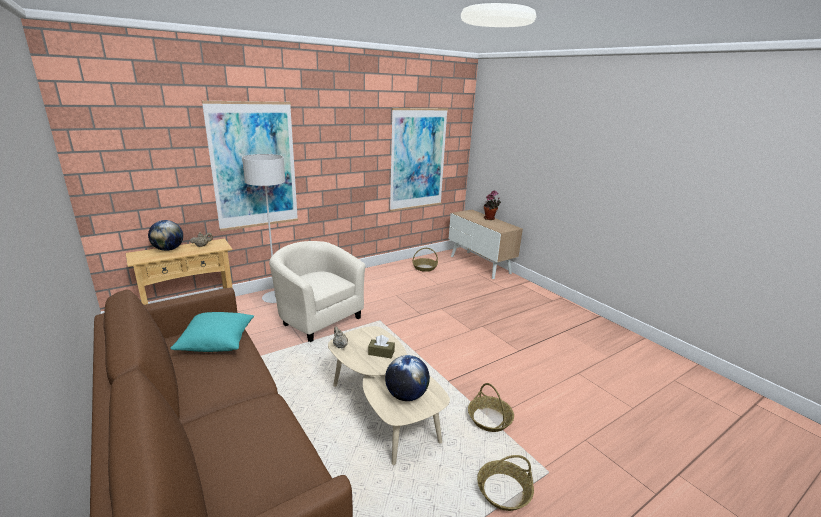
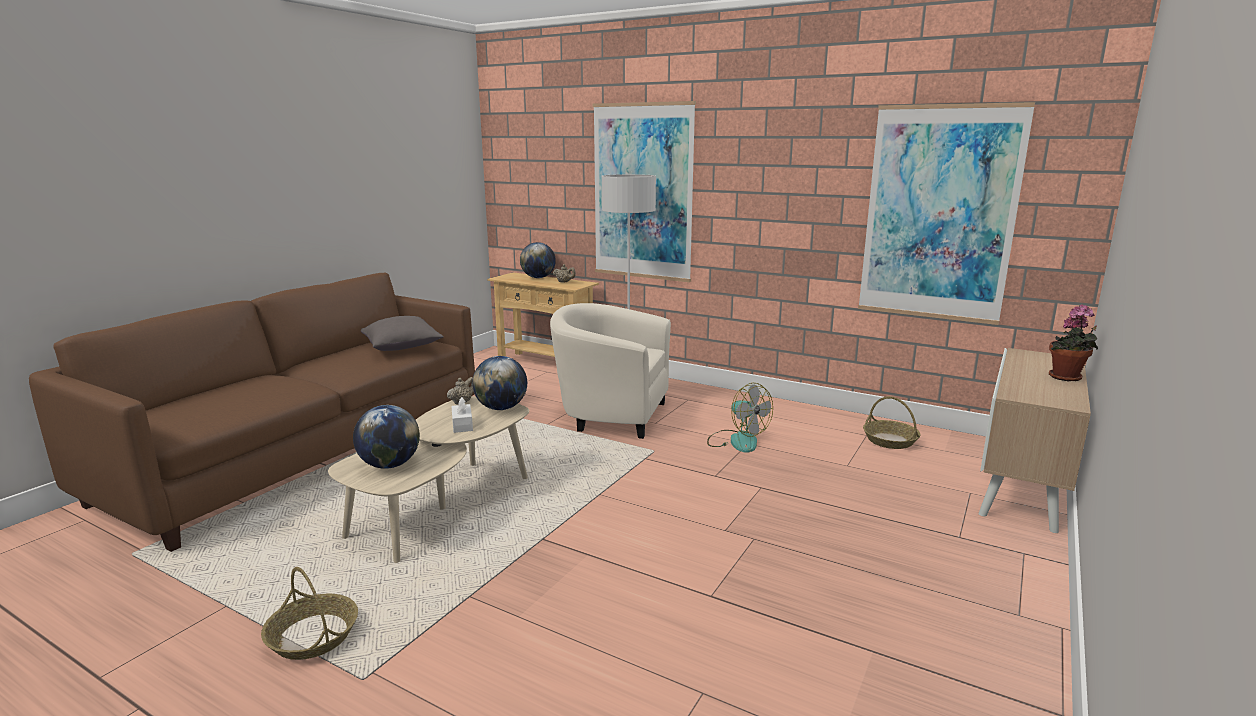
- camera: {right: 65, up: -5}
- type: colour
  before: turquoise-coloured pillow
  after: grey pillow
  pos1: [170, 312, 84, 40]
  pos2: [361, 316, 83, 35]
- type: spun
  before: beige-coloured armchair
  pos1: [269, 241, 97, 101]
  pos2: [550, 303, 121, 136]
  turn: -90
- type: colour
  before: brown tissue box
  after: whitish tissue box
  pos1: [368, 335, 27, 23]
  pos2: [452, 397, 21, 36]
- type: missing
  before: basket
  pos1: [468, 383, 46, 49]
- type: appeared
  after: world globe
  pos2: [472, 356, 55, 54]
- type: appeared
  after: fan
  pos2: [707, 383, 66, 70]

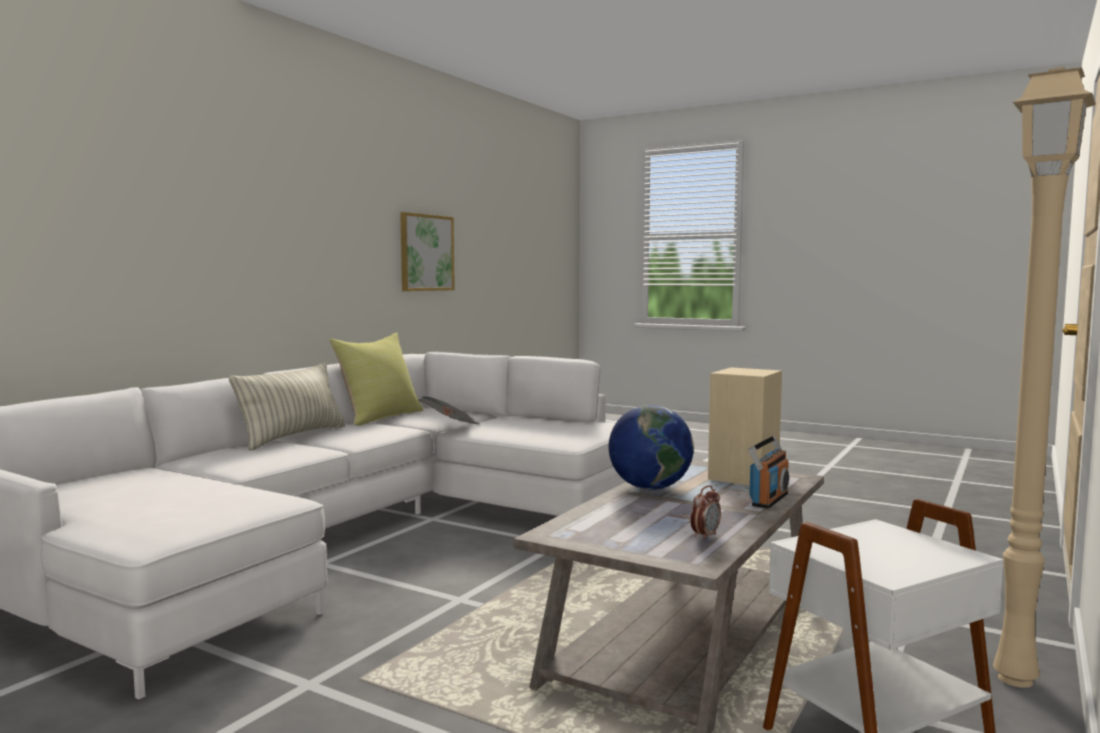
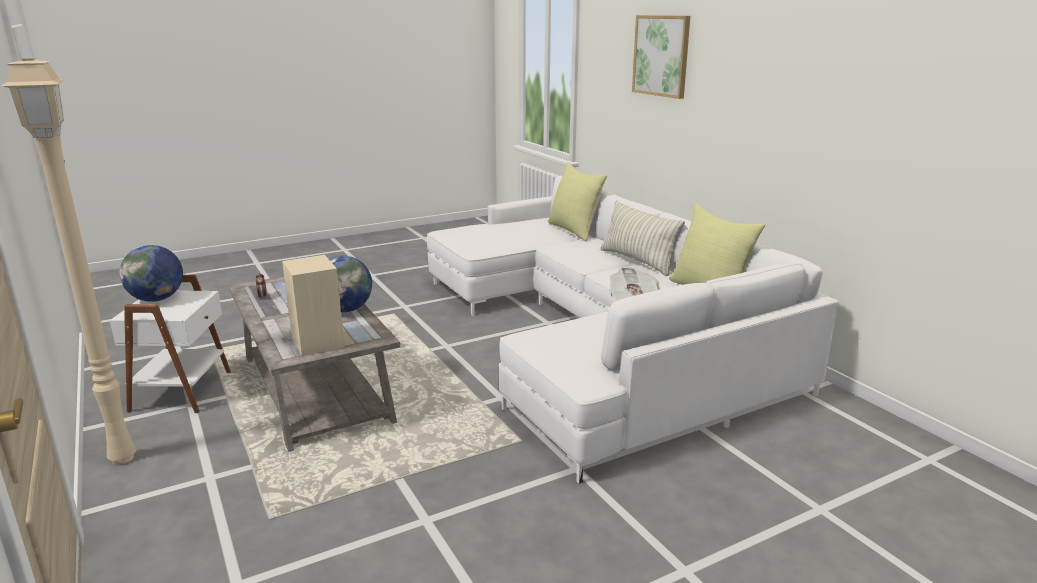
- camera: {right: 120, up: 15}
- type: relocated
  before: wall art
  pos1: [400, 212, 55, 79]
  pos2: [632, 15, 58, 84]
- type: missing
  before: radio
  pos1: [748, 436, 41, 73]
- type: appeared
  after: world globe
  pos2: [119, 245, 64, 57]
- type: appeared
  after: yellow pillow
  pos2: [548, 162, 59, 80]

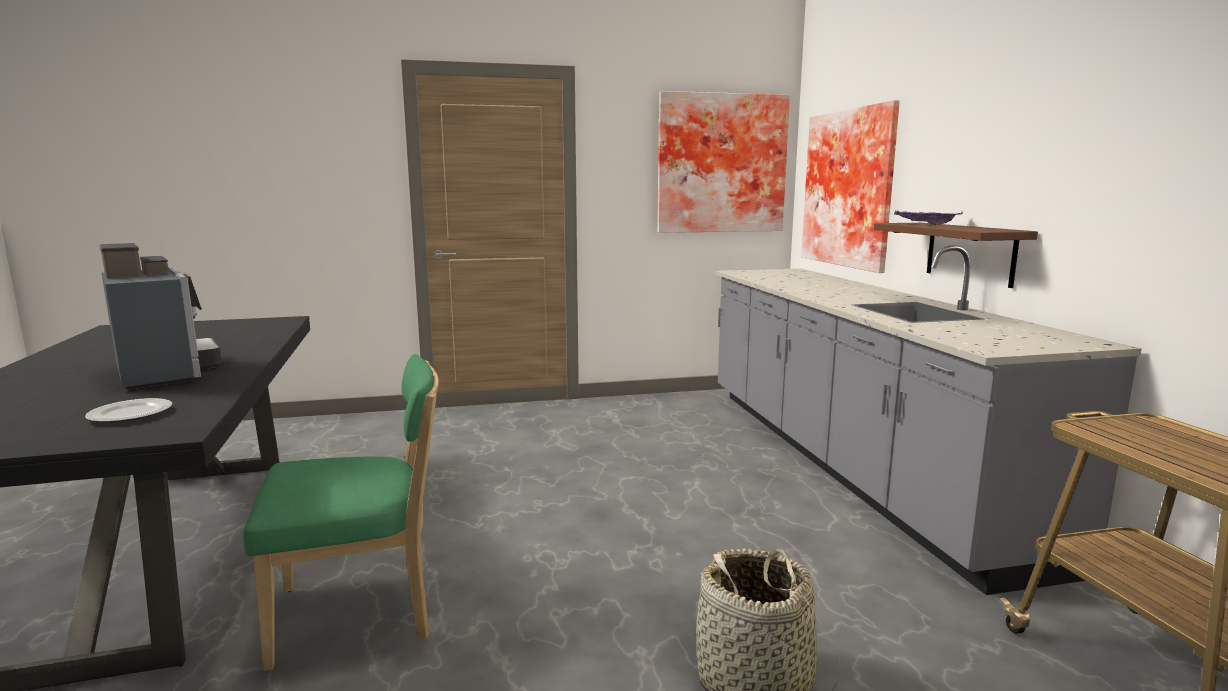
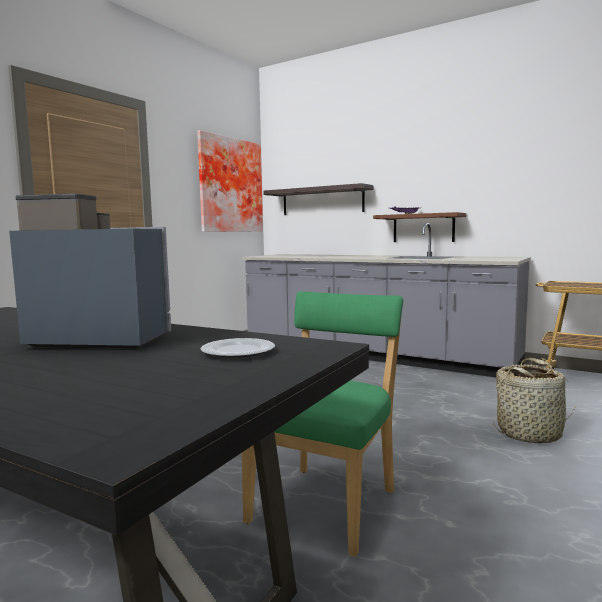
- camera: {right: -45, up: -5}
- type: exchanged
  before: wall art
  after: shelf
  pos1: [801, 100, 99, 173]
  pos2: [263, 183, 110, 32]

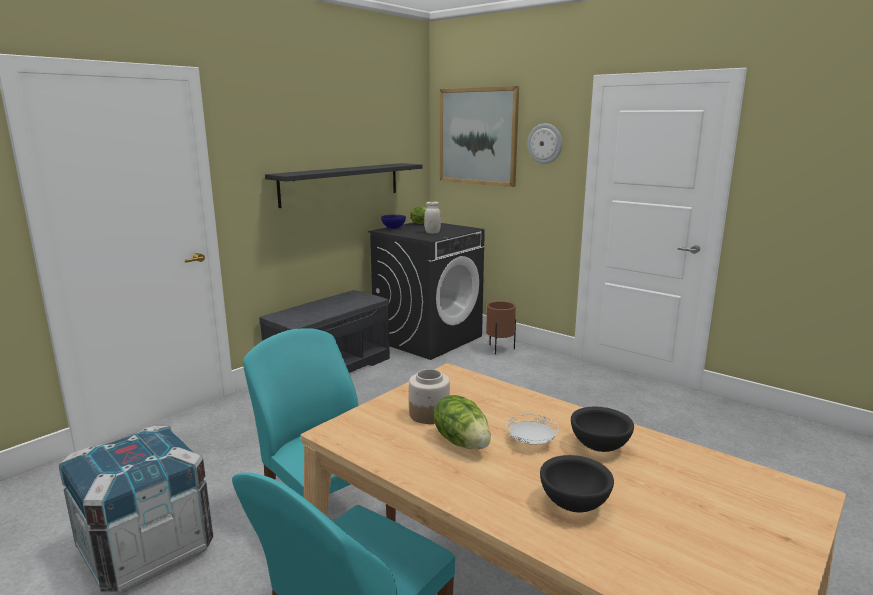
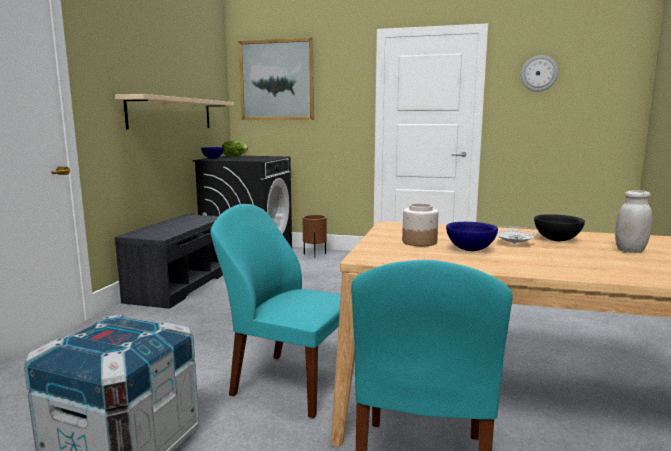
- camera: {right: -25, up: -5}
- type: colour
  before: black shelf
  after: beige-coloured shelf
  pos1: [265, 163, 157, 45]
  pos2: [115, 94, 119, 36]
- type: relocated
  before: whitish preserve jar
  pos1: [424, 201, 17, 32]
  pos2: [615, 190, 37, 63]
- type: exchanged
  before: lettuce
  after: blue-coloured serving bowl
  pos1: [434, 395, 57, 54]
  pos2: [446, 222, 52, 29]
- type: relocated
  before: clock on the wall
  pos1: [527, 123, 35, 41]
  pos2: [521, 55, 37, 37]
- type: missing
  before: black serving bowl
  pos1: [540, 455, 74, 57]

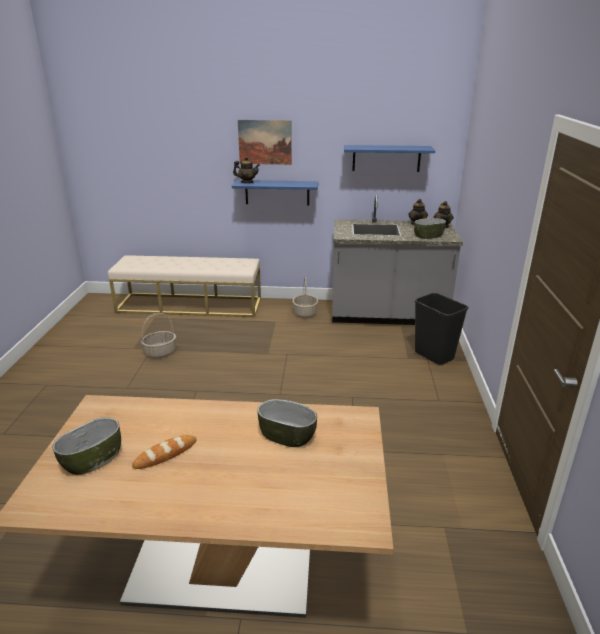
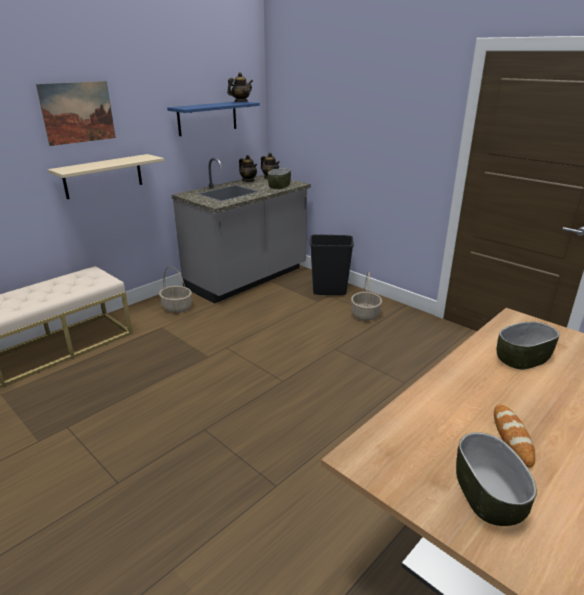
- camera: {right: -50, up: 0}
- type: relocated
  before: basket
  pos1: [141, 313, 35, 46]
  pos2: [351, 272, 31, 49]
- type: colour
  before: blue-coloured shelf
  after: beige-coloured shelf
  pos1: [232, 180, 87, 25]
  pos2: [48, 154, 116, 45]
- type: relocated
  before: pot for tea
  pos1: [233, 156, 27, 27]
  pos2: [227, 72, 26, 30]

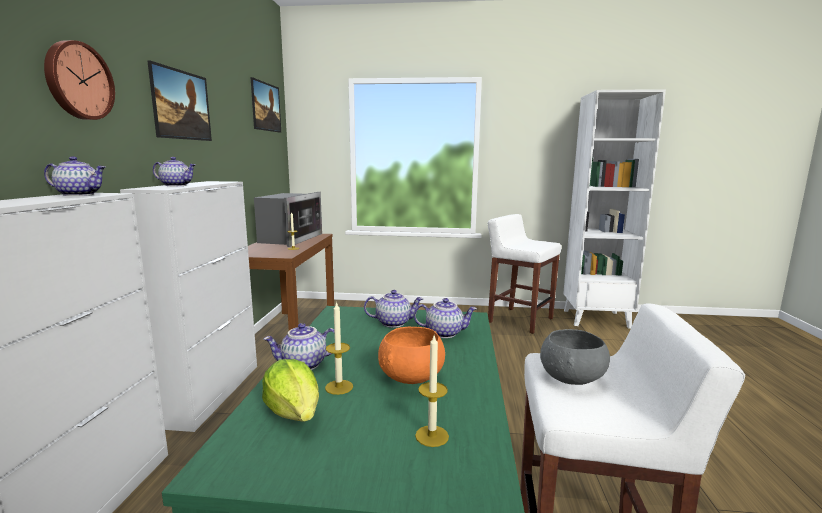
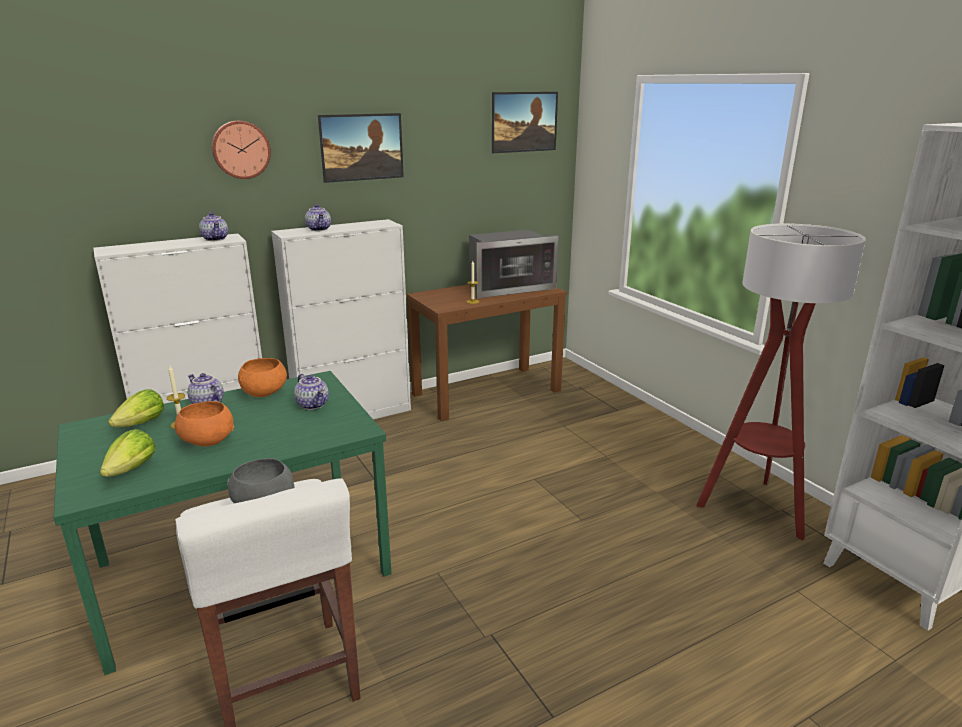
- camera: {right: 55, up: 10}
- type: missing
  before: pot for tea
  pos1: [414, 298, 63, 40]
- type: exchanged
  before: wax light
  after: lettuce
  pos1: [415, 336, 34, 111]
  pos2: [100, 429, 55, 48]
- type: exchanged
  before: whitish sitting stool
  after: floor lamp
  pos1: [488, 214, 73, 120]
  pos2: [696, 223, 170, 317]
- type: appeared
  after: orangey serving bowl
  pos2: [238, 358, 49, 39]

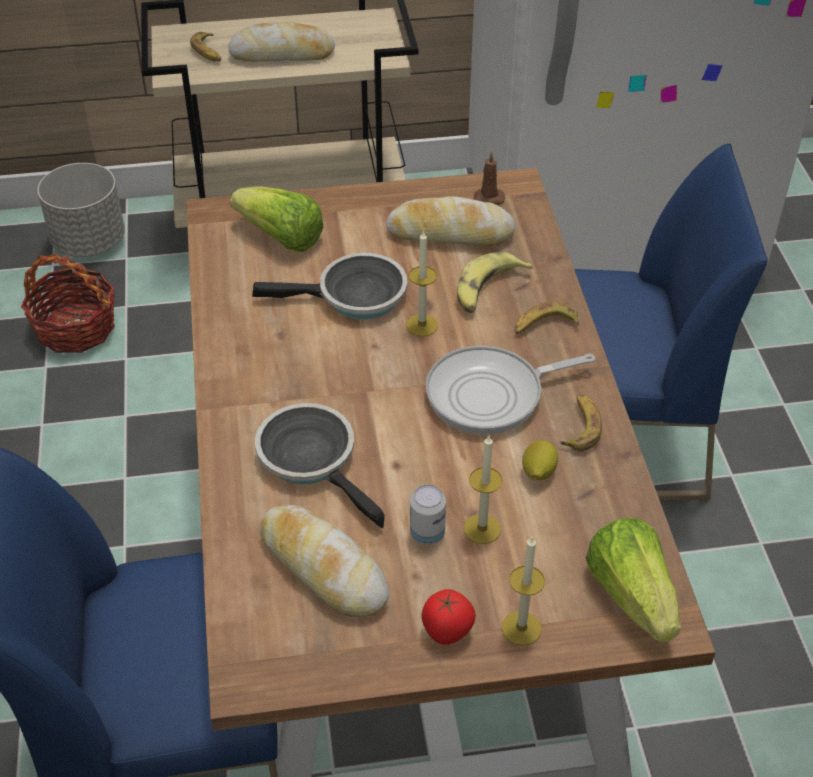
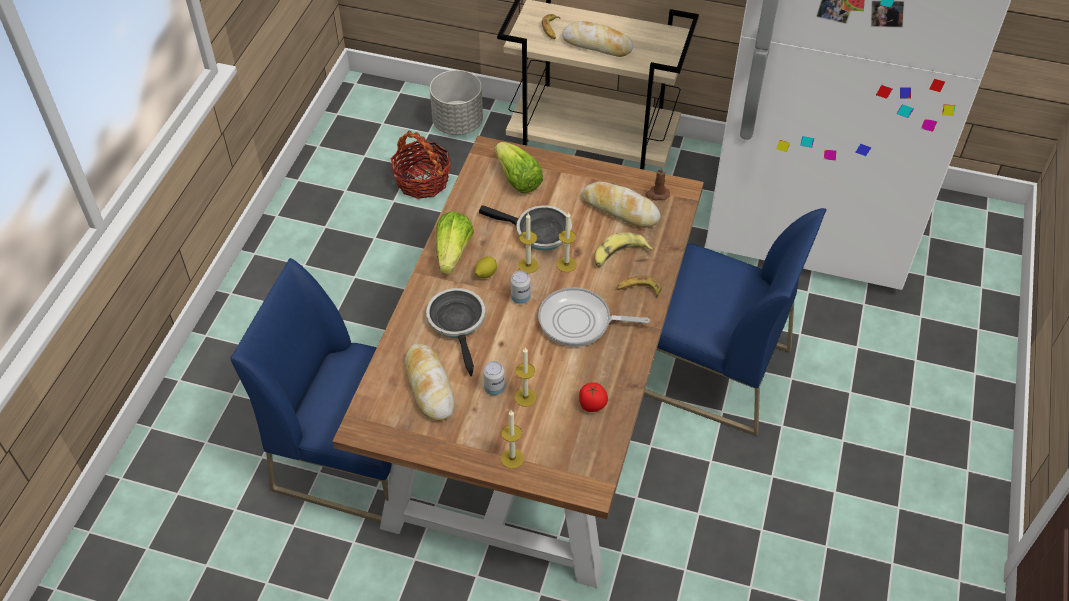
- camera: {right: 25, up: 5}
- type: relocated
  before: whole tomato
  pos1: [422, 589, 54, 56]
  pos2: [579, 382, 29, 30]
- type: relocated
  before: lemon
  pos1: [522, 440, 36, 40]
  pos2: [475, 256, 22, 22]
- type: missing
  before: banana
  pos1: [560, 395, 42, 56]
- type: relocated
  before: lettuce
  pos1: [586, 518, 95, 125]
  pos2: [436, 211, 38, 63]
- type: appeared
  after: can
  pos2: [511, 271, 19, 33]
- type: appeared
  after: wax light
  pos2: [518, 213, 21, 60]

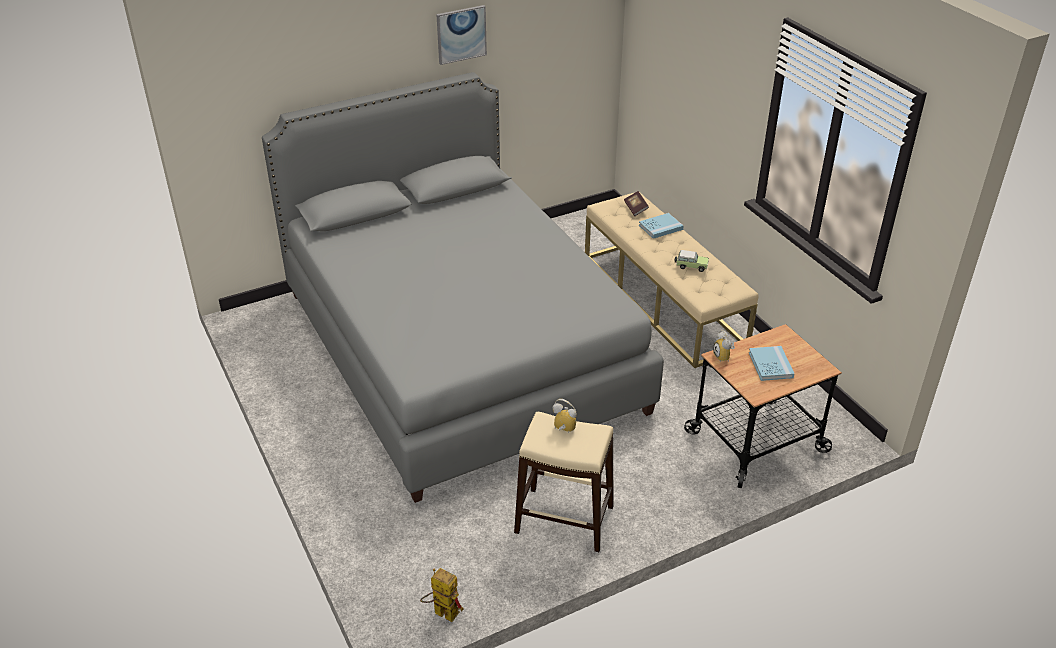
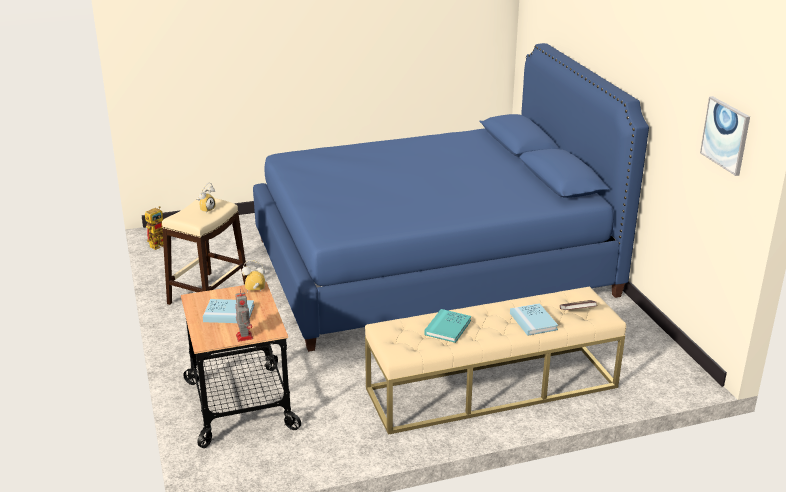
- camera: {right: 100, up: -10}
- type: colour
  before: grey bed
  after: blue-coloured bed
  pos1: [262, 72, 402, 431]
  pos2: [253, 43, 396, 309]
- type: relocated
  before: wall art
  pos1: [436, 5, 51, 60]
  pos2: [700, 96, 50, 80]
- type: exchanged
  before: toy car
  after: turquoise-coloured bound book
  pos1: [675, 250, 34, 22]
  pos2: [424, 309, 47, 34]
- type: appeared
  after: model robot
  pos2: [235, 289, 18, 53]

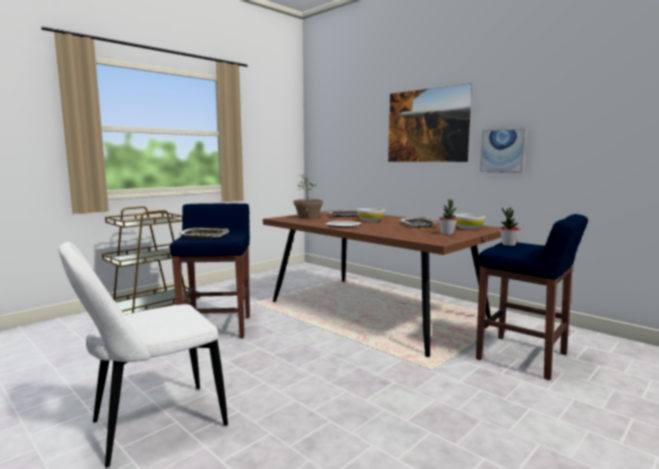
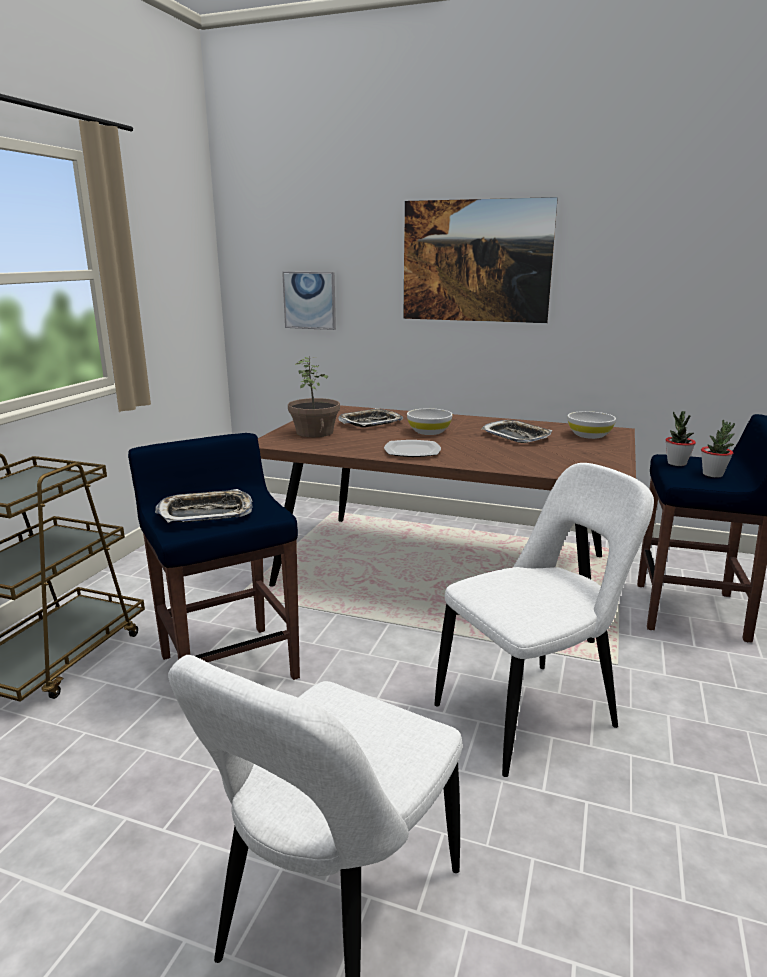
- camera: {right: -25, up: 10}
- type: relocated
  before: plant in a pot
  pos1: [439, 199, 18, 36]
  pos2: [701, 420, 34, 57]
- type: relocated
  before: wall art
  pos1: [480, 128, 46, 45]
  pos2: [282, 272, 54, 58]
- type: appeared
  after: whitish upright chair
  pos2: [434, 463, 220, 314]

